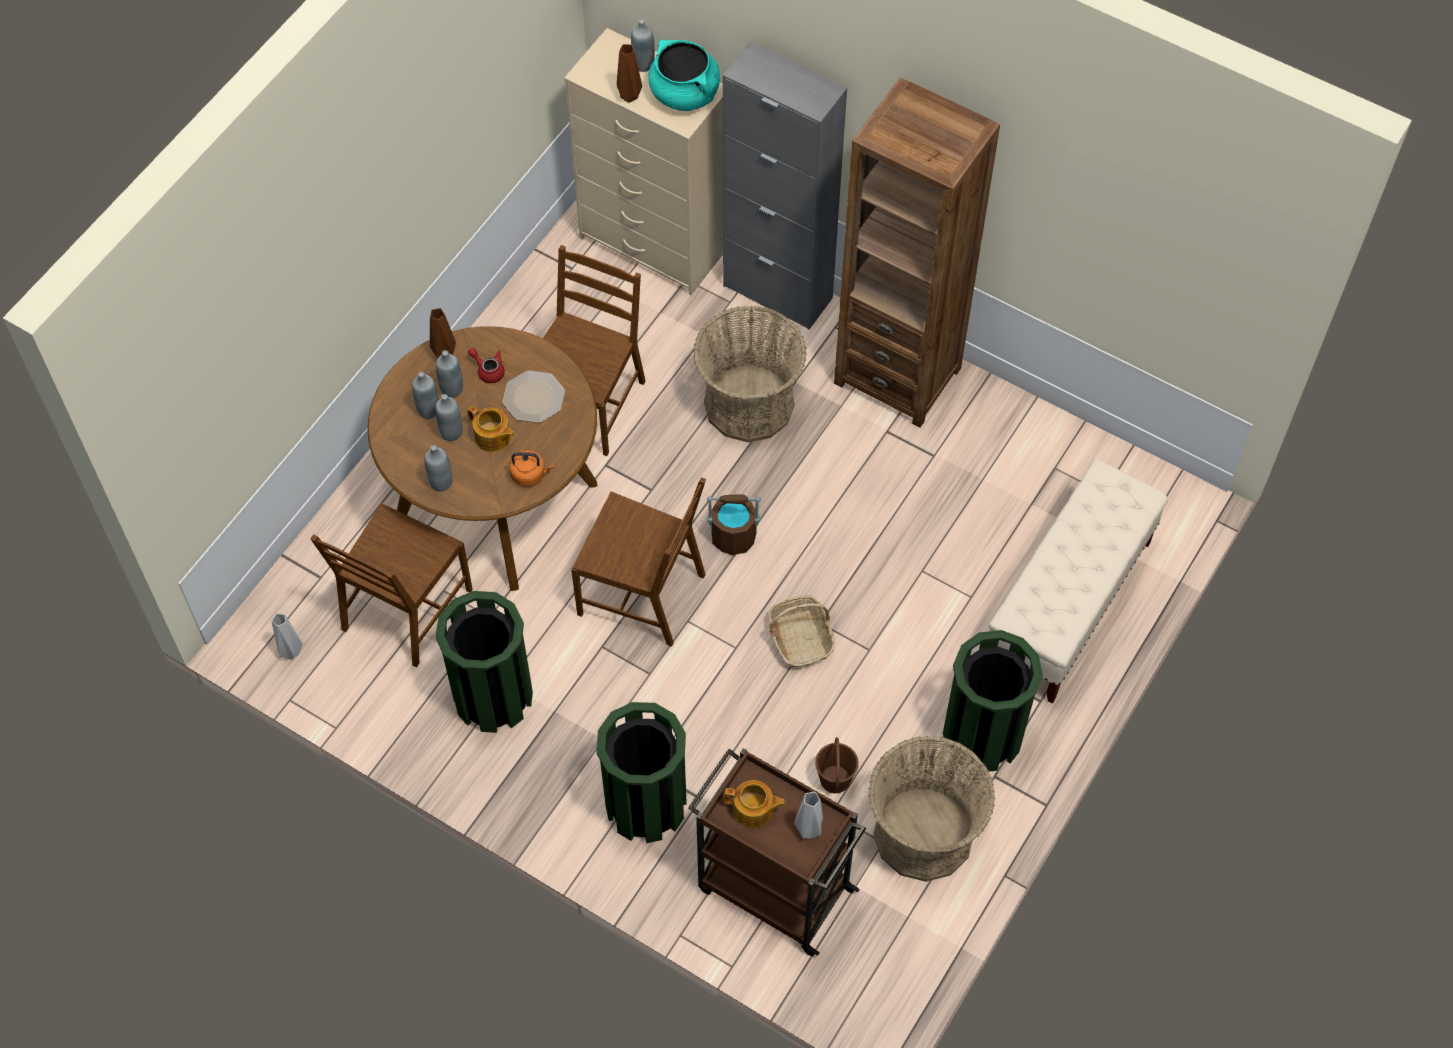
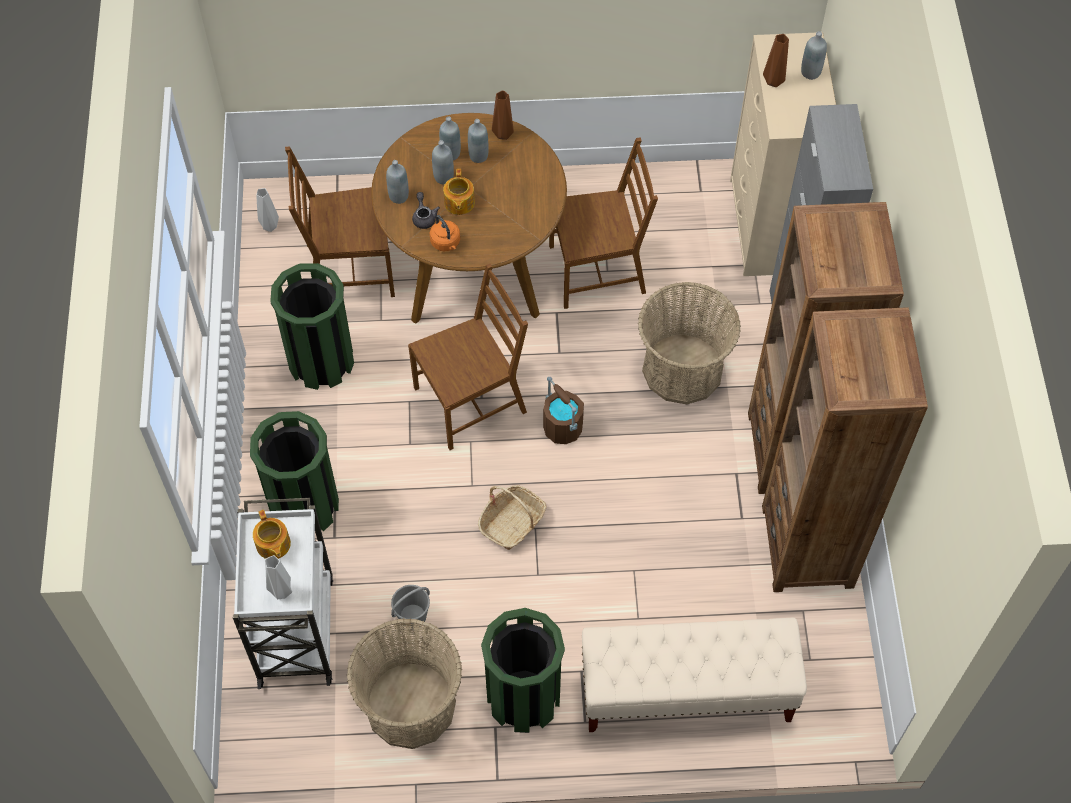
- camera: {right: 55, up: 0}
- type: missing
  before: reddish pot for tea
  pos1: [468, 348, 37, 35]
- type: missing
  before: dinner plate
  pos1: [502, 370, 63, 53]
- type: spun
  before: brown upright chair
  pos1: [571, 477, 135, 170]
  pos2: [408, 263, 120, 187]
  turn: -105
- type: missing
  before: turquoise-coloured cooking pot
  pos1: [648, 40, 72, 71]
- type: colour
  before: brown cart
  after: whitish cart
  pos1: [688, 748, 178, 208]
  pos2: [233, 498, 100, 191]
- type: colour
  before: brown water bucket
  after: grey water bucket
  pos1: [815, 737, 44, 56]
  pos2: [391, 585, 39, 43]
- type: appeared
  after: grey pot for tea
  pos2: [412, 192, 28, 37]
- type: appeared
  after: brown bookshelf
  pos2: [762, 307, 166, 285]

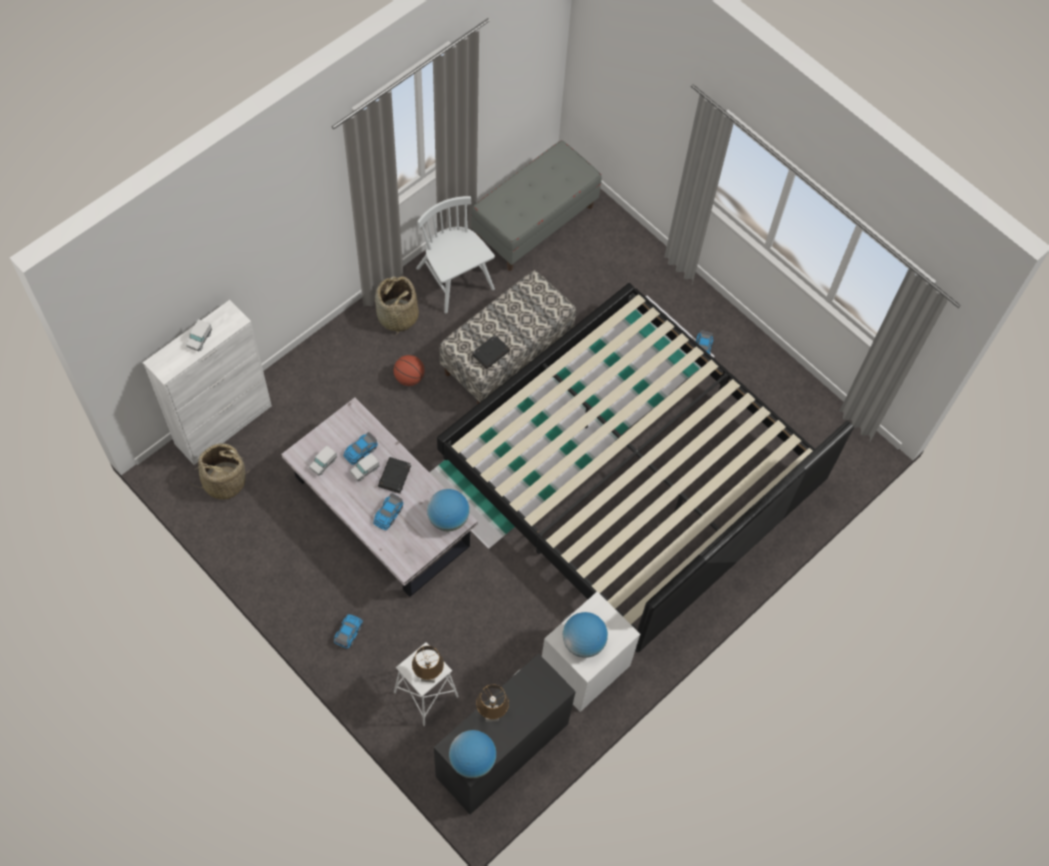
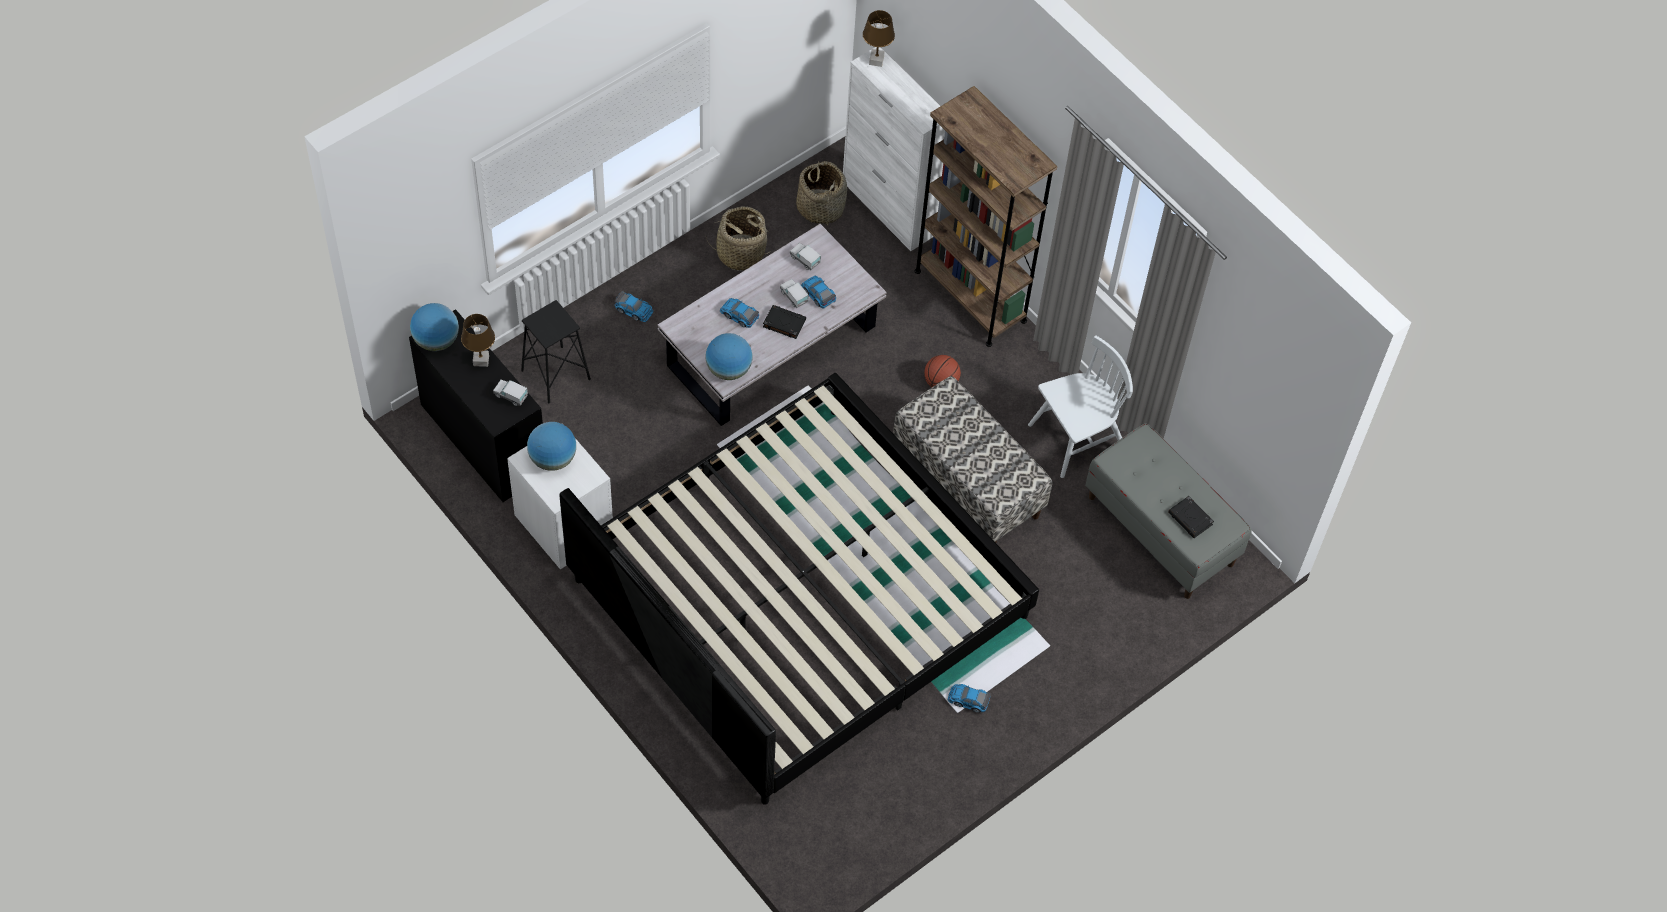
- camera: {right: 95, up: -5}
- type: relocated
  before: toy truck
  pos1: [186, 319, 26, 33]
  pos2: [493, 380, 35, 26]
- type: relocated
  before: basket
  pos1: [375, 276, 44, 59]
  pos2: [706, 206, 66, 65]
- type: colour
  before: whitish sitting stool
  after: black sitting stool
  pos1: [394, 642, 65, 84]
  pos2: [521, 300, 70, 103]
- type: relocated
  before: brown tabletop lamp
  pos1: [412, 646, 32, 37]
  pos2: [863, 10, 32, 57]
- type: relocated
  before: black bound book
  pos1: [472, 335, 38, 34]
  pos2: [1168, 496, 46, 42]
- type: appeared
  after: brown bookshelf
  pos2: [915, 86, 143, 261]

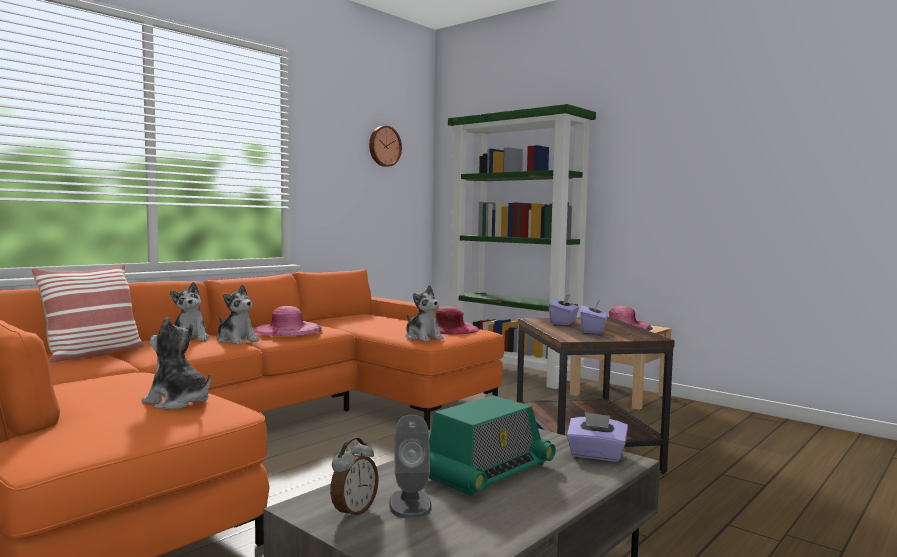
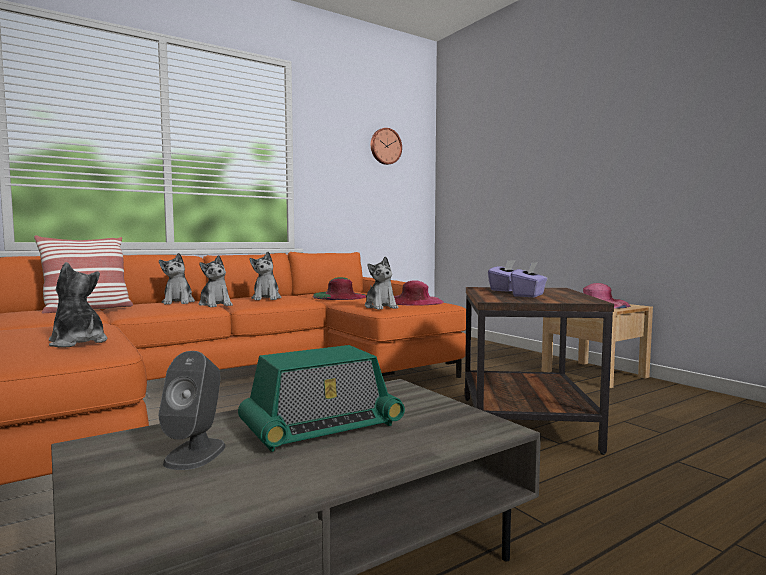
- camera: {right: 15, up: 0}
- type: exchanged
  before: pink-coloured hat
  after: cuddly toy
  pos1: [254, 306, 68, 30]
  pos2: [250, 252, 31, 48]
- type: missing
  before: alarm clock
  pos1: [330, 437, 48, 82]
- type: missing
  before: greenish bookshelf
  pos1: [448, 104, 148, 285]
- type: missing
  before: purple tissue box
  pos1: [567, 412, 61, 50]
- type: appeared
  after: greenish hat
  pos2: [313, 277, 54, 23]

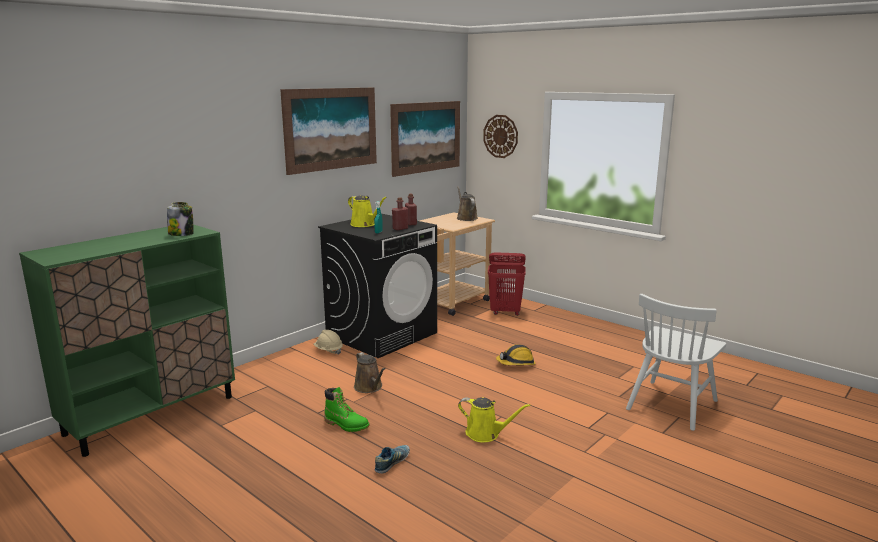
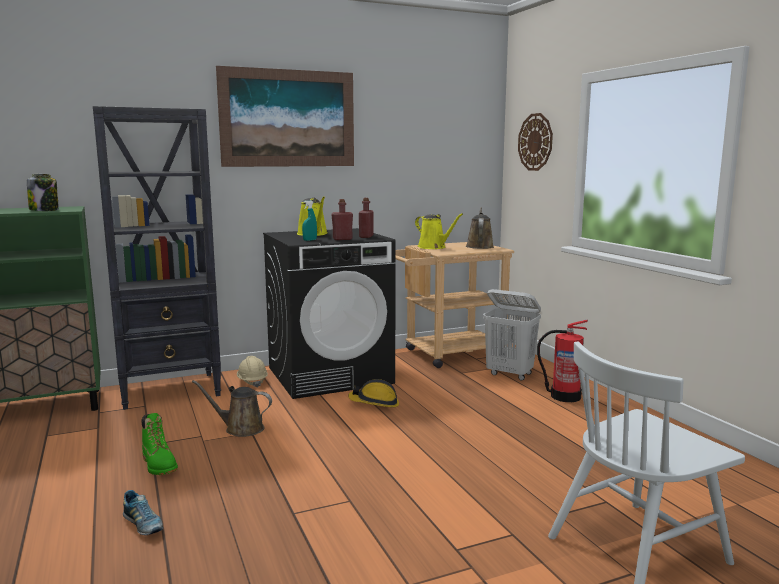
- camera: {right: 25, up: -5}
- type: spun
  before: brown sprinkling can
  pos1: [354, 352, 32, 41]
  pos2: [192, 380, 80, 57]
  turn: 105
- type: spun
  before: shoe
  pos1: [374, 445, 36, 28]
  pos2: [123, 490, 40, 45]
  turn: 75
- type: missing
  before: wall art
  pos1: [390, 101, 70, 76]
- type: relocated
  before: yellow sprinkling can
  pos1: [458, 397, 72, 45]
  pos2: [415, 213, 48, 36]
- type: colour
  before: reddish hamper
  after: whitish hamper
  pos1: [488, 252, 38, 64]
  pos2: [483, 289, 58, 92]
- type: relocated
  before: safety helmet
  pos1: [496, 344, 40, 21]
  pos2: [348, 379, 51, 28]
- type: appeared
  after: black bookshelf
  pos2: [93, 106, 128, 304]
- type: appeared
  after: fire extinguisher
  pos2: [537, 320, 51, 82]

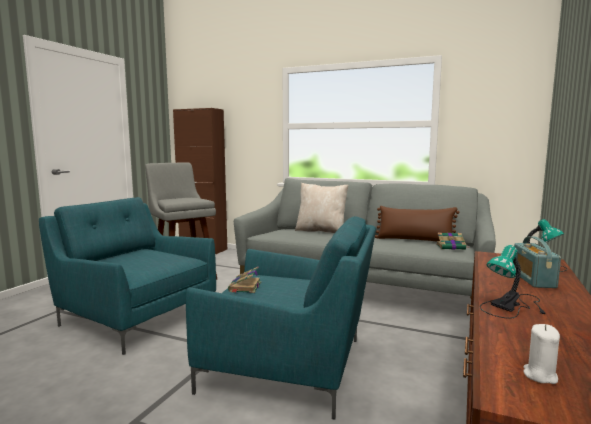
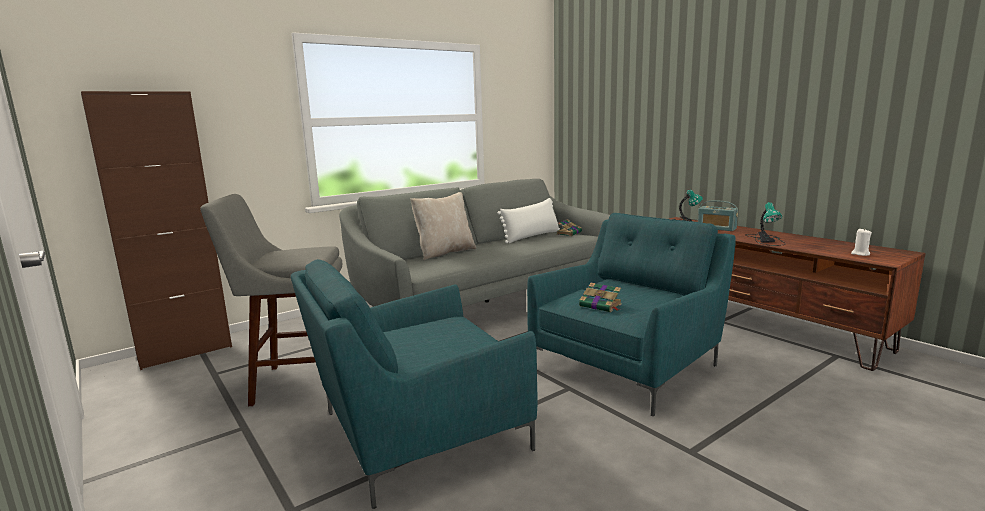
- camera: {right: -60, up: 5}
- type: colour
  before: brown pillow
  after: whitish pillow
  pos1: [375, 206, 85, 35]
  pos2: [498, 198, 62, 45]

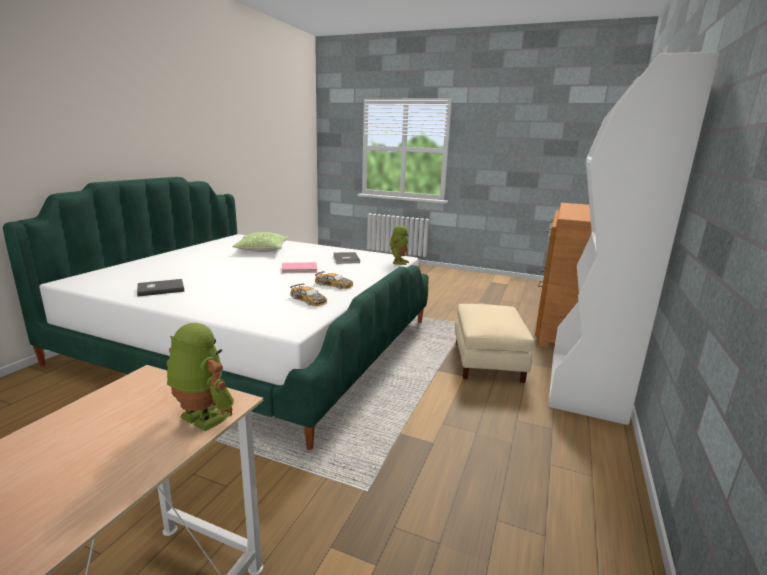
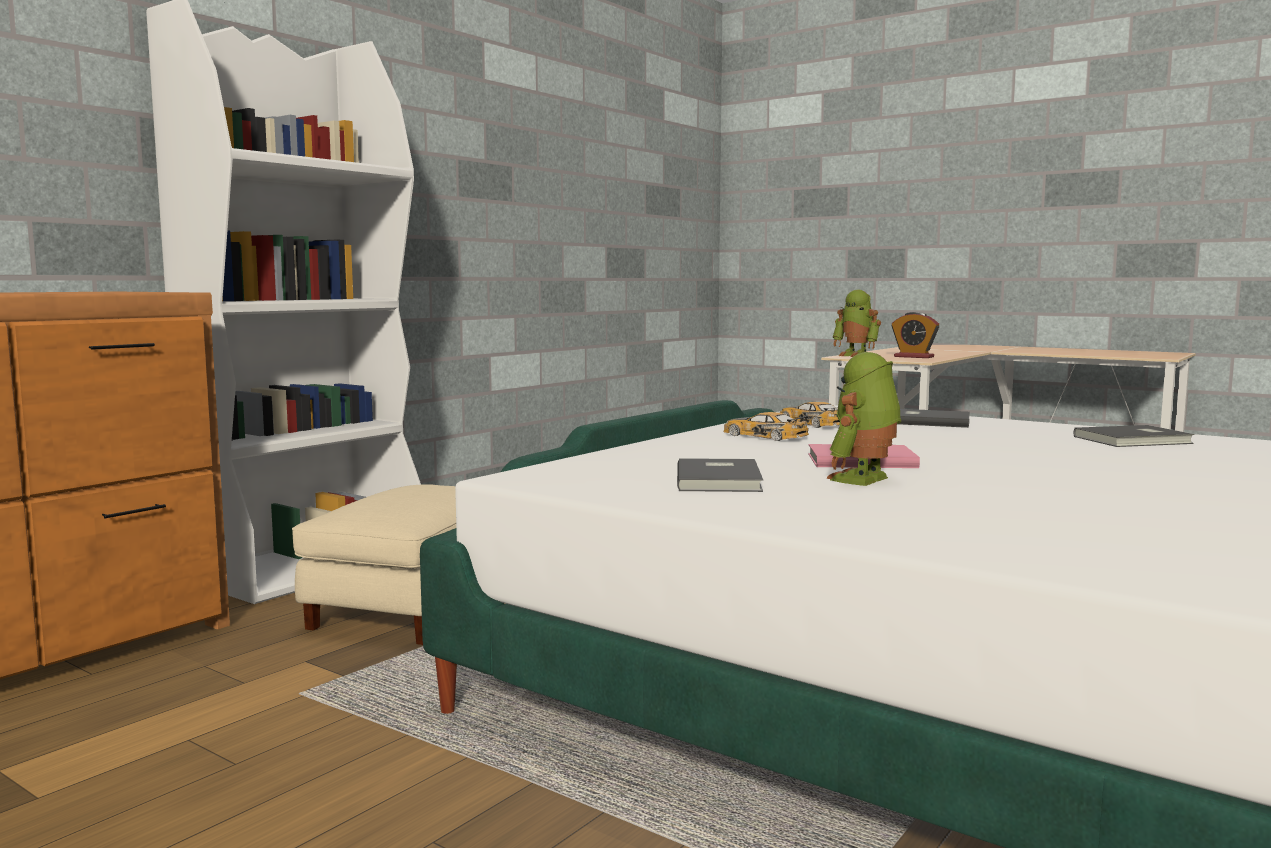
- camera: {right: -165, up: -10}
- type: missing
  before: pillow
  pos1: [232, 232, 56, 20]
- type: relocated
  before: model robot
  pos1: [390, 225, 20, 40]
  pos2: [826, 352, 75, 134]
- type: appeared
  after: alarm clock
  pos2: [892, 312, 47, 46]
- type: appeared
  after: grey bound book
  pos2: [899, 409, 71, 19]

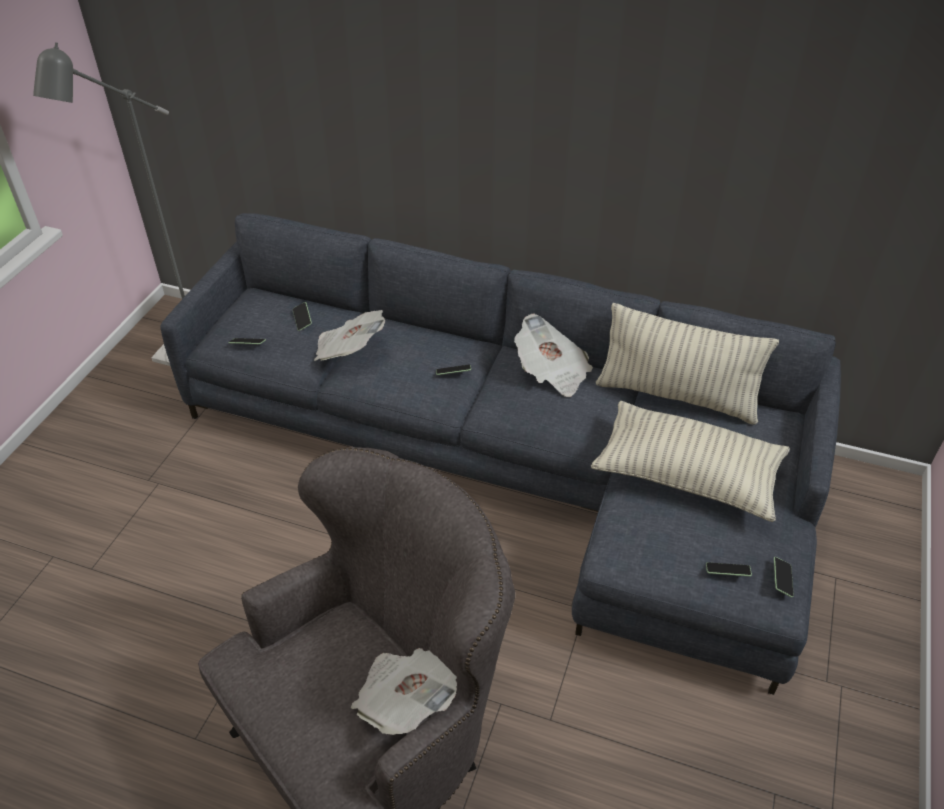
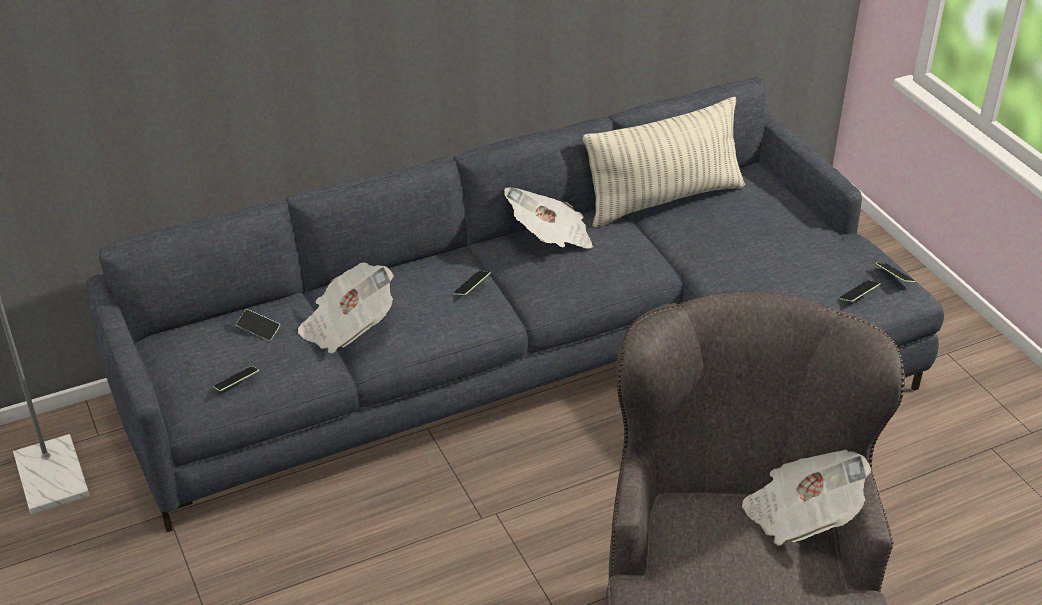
- camera: {right: -45, up: -5}
- type: missing
  before: pillow
  pos1: [591, 401, 199, 121]

